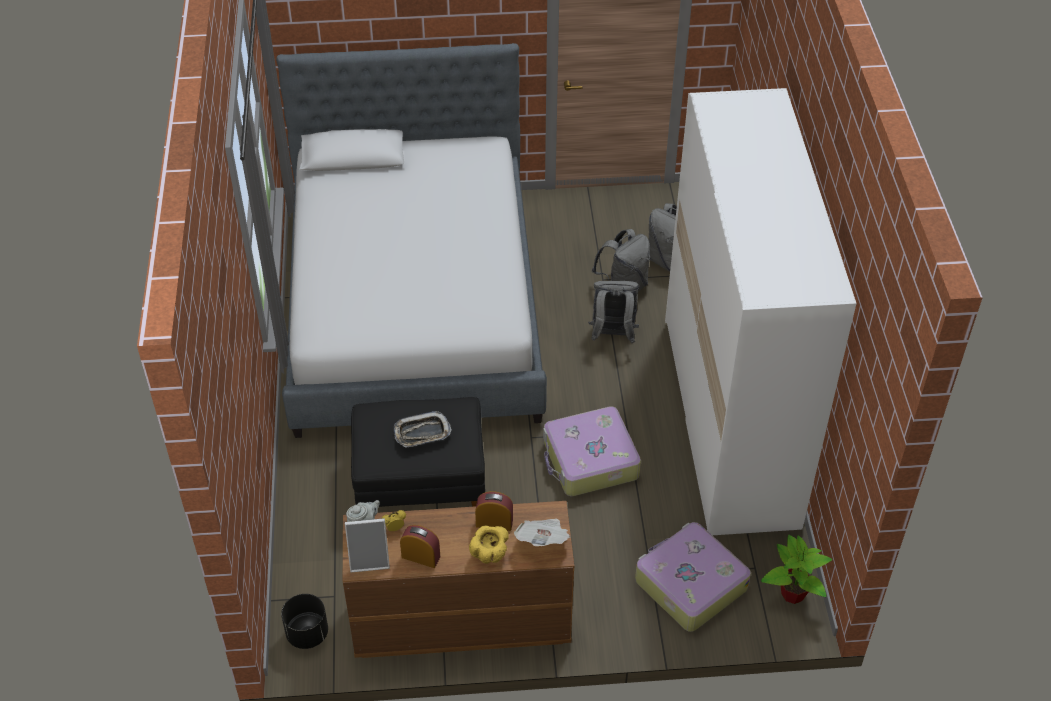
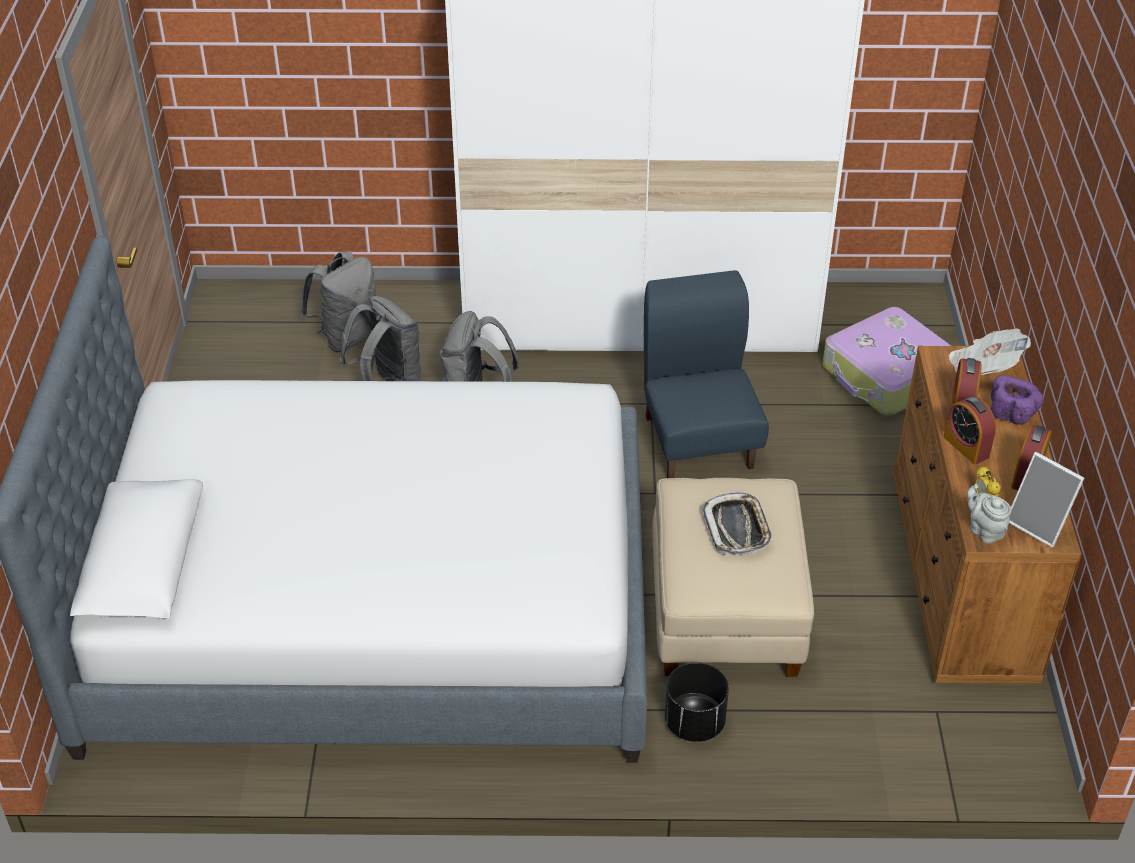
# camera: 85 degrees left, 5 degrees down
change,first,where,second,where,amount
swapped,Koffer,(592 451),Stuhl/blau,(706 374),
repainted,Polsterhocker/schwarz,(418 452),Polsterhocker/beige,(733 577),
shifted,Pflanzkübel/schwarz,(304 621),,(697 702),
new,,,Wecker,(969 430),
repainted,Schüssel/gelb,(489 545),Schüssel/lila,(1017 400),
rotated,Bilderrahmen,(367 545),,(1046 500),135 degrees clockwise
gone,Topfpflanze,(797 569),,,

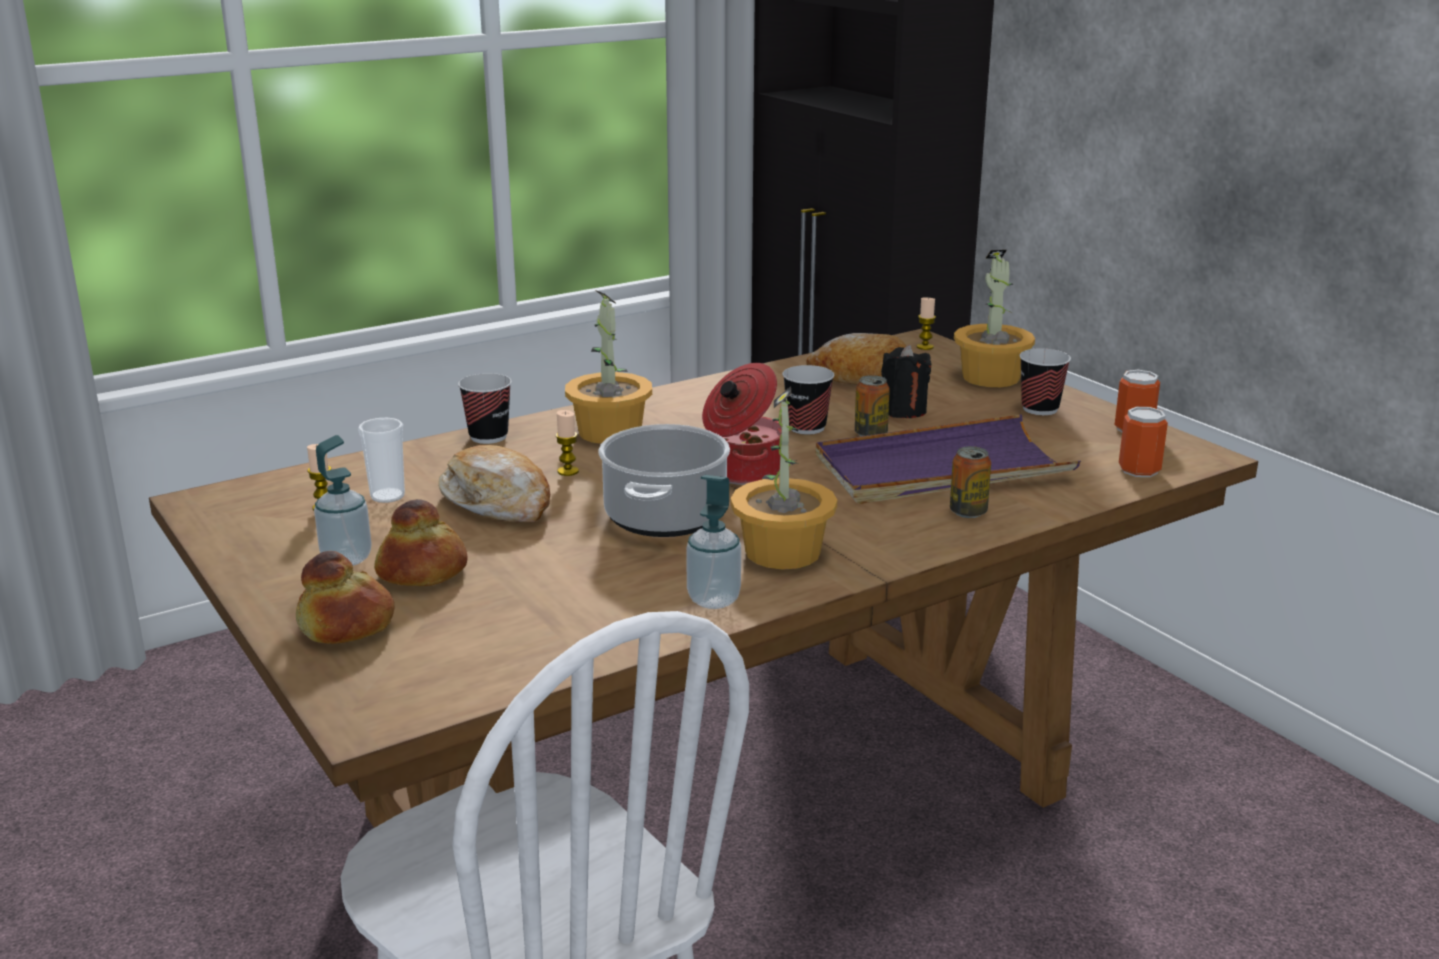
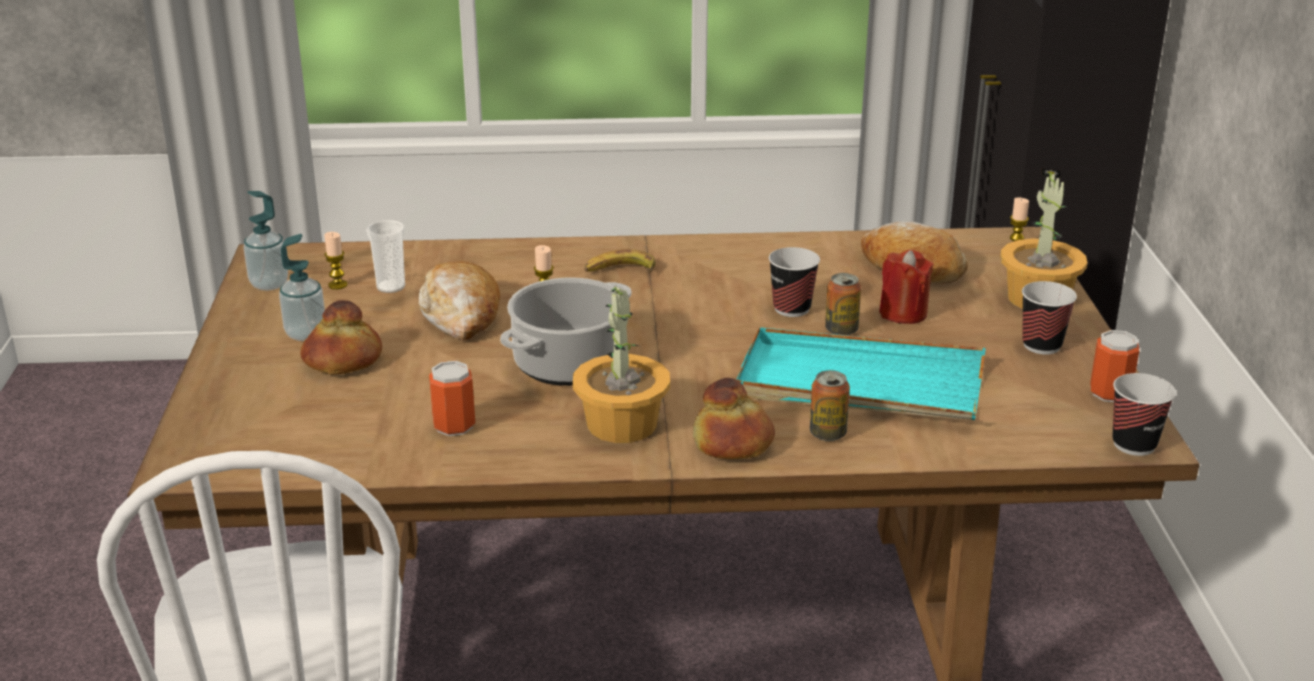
# camera: 30 degrees right, 5 degrees up
change,first,where,second,where,amount
shifted,Seifenspender,(713 542),,(266 241),
shifted,Dose,(1143 442),,(452 398),
swapped,Topfpflanze,(608 367),Banane,(620 260),
shifted,Brot,(345 597),,(734 418),
repainted,Tablett/lila,(948 459),Tablett/türkis,(861 373),
repainted,Kerze/schwarz,(906 381),Kerze/rot,(906 286),
shifted,Tasse,(485 408),,(1144 414),
gone,Kochtopf,(741 424),,,

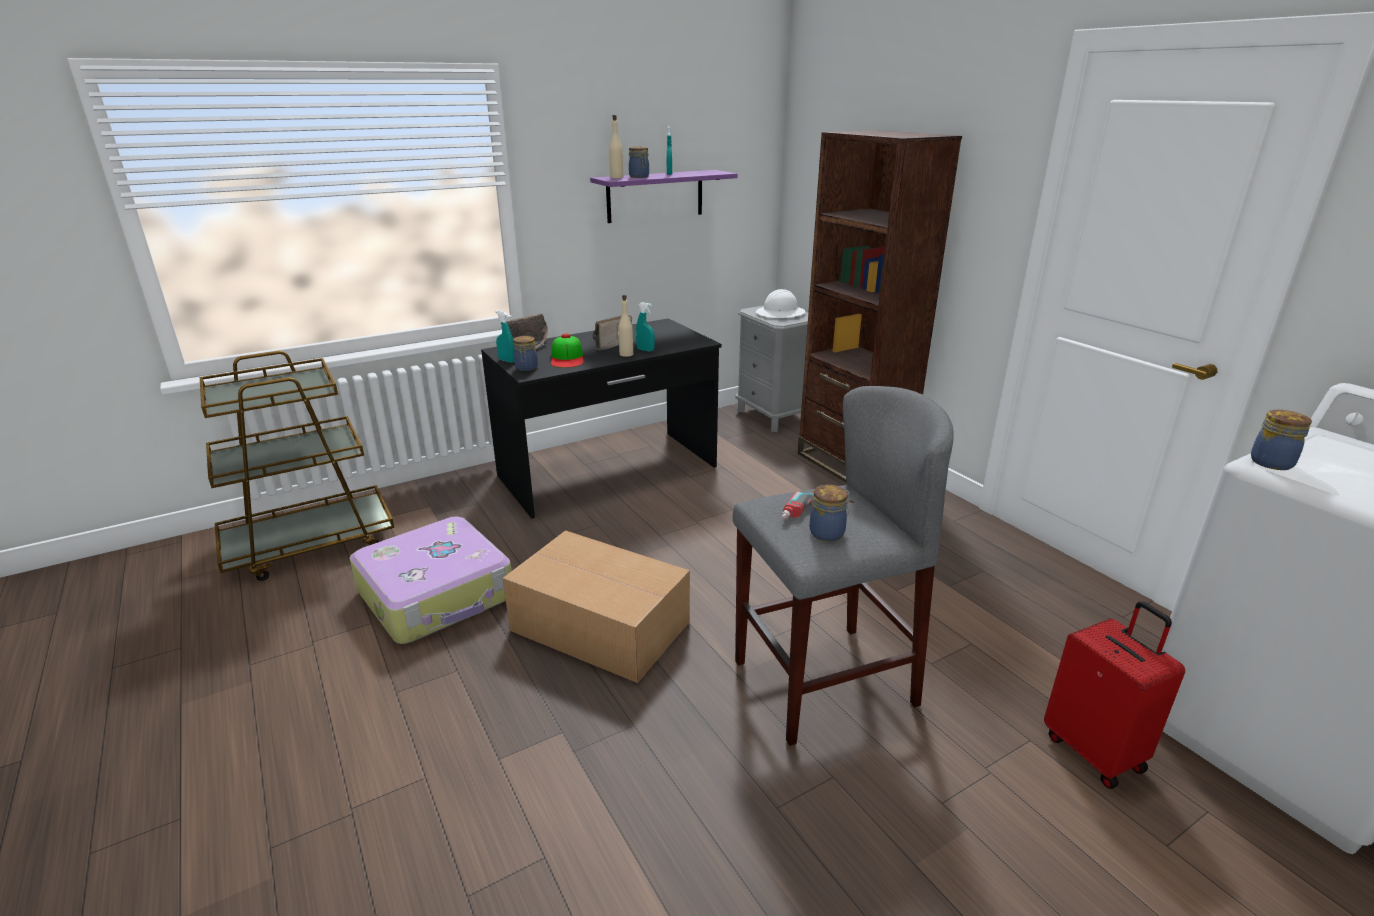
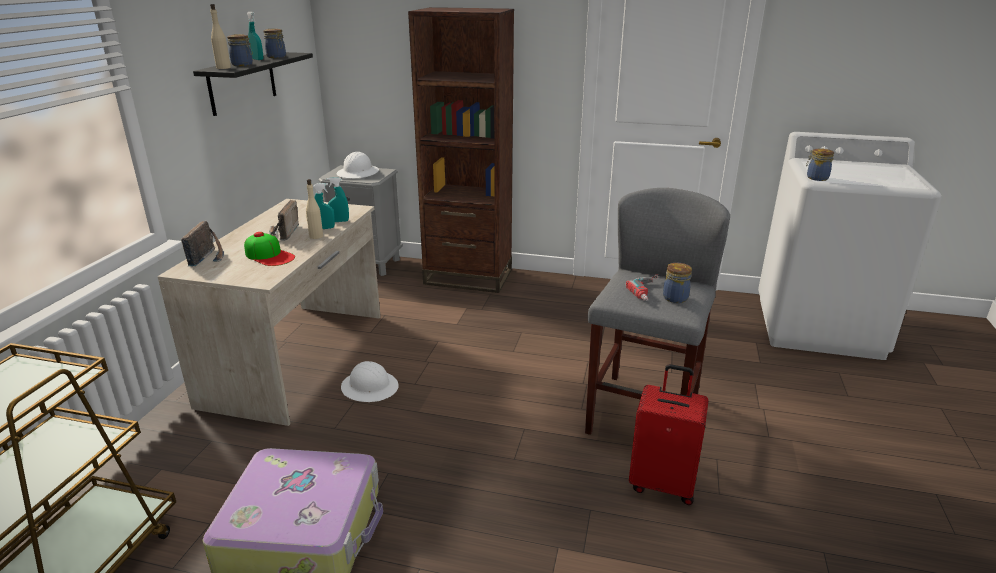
# camera: 45 degrees left, 0 degrees up
change,first,where,second,where,amount
repainted,Schreibtisch/schwarz,(601 418),Schreibtisch/beige,(269 312),
repainted,Wandregal/lila,(663 196),Wandregal/schwarz,(253 84),
shifted,Vorratsglas,(525 353),,(274 43),
shifted,Sprühflasche/türkis,(505 337),,(338 199),
new,,,Schutzhelm/weiß,(370 381),
shifted,Koffer/rot,(1114 695),,(669 434),
gone,Karton,(596 606),,,

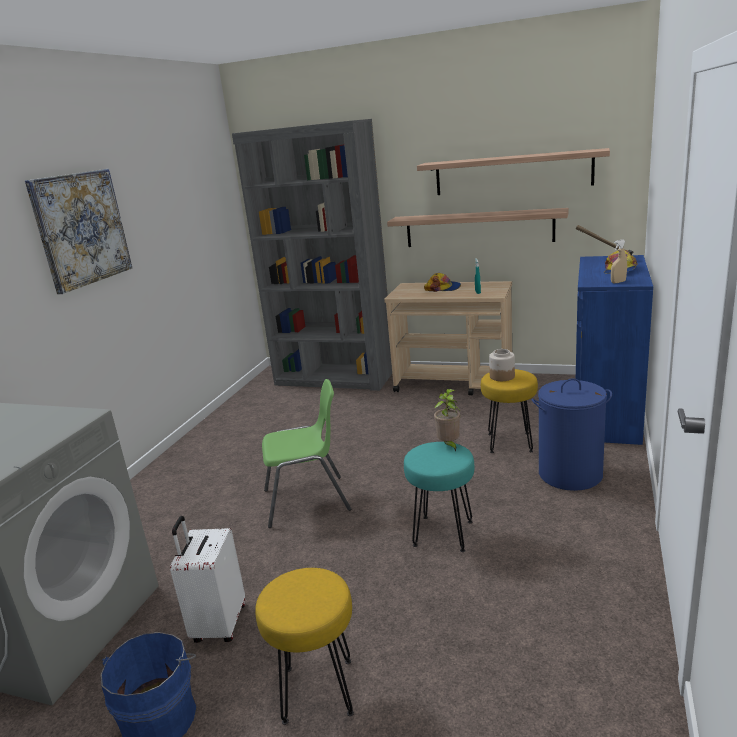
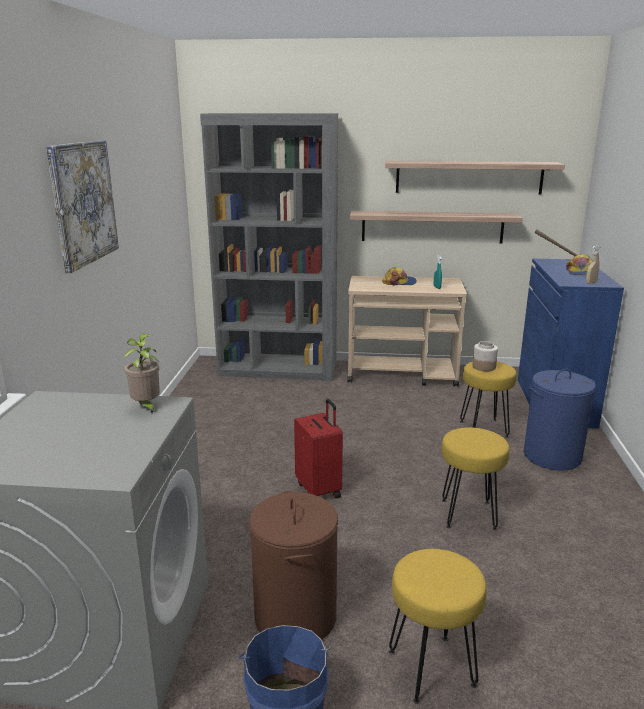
# camera: 15 degrees left, 0 degrees up
change,first,where,second,where,amount
shifted,Topfpflanze,(447 420),,(141 373),
swapped,Koffer/weiß,(207 579),Wäschekorb/braun,(293 565),
swapped,Stuhl/grün,(306 453),Koffer/rot,(318 449),
repainted,Hocker/türkis,(439 497),Hocker/gelb,(475 479),

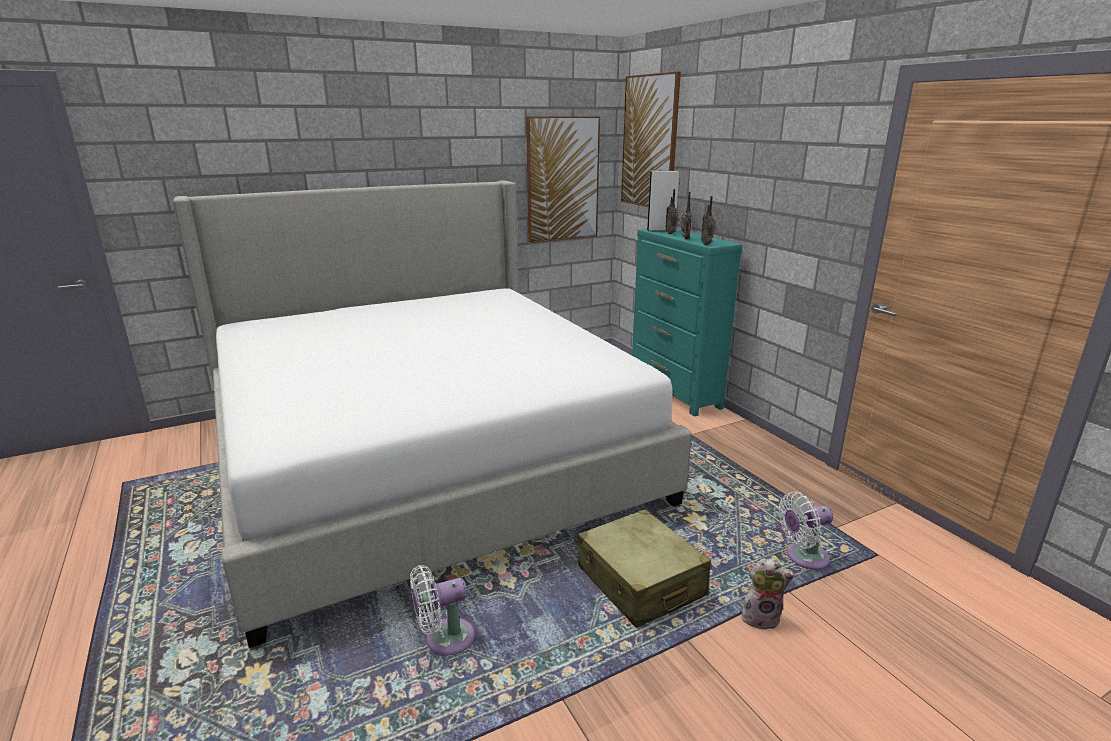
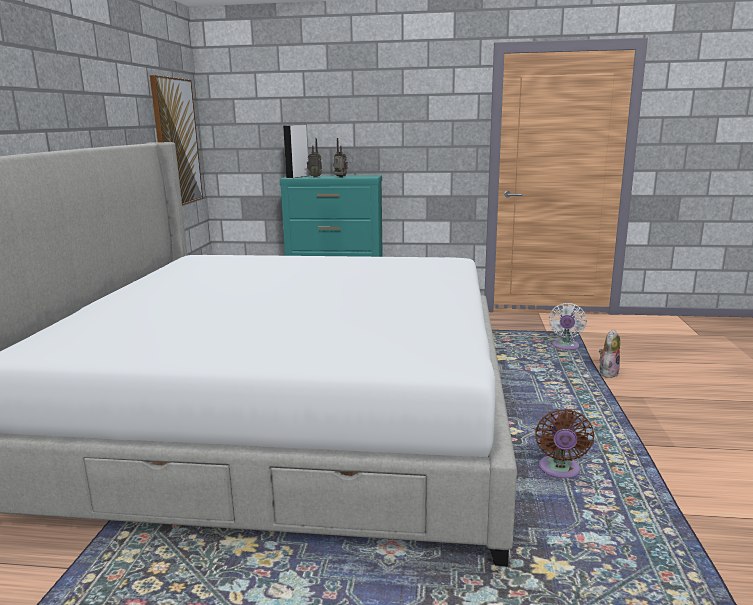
# camera: 55 degrees left, 5 degrees down
change,first,where,second,where,amount
repainted,Ventilator/weiß,(442 610),Ventilator/braun,(564 443),
gone,Koffer/beige,(644 568),,,
gone,Bild,(651 139),,,
gone,Radio,(708 220),,,

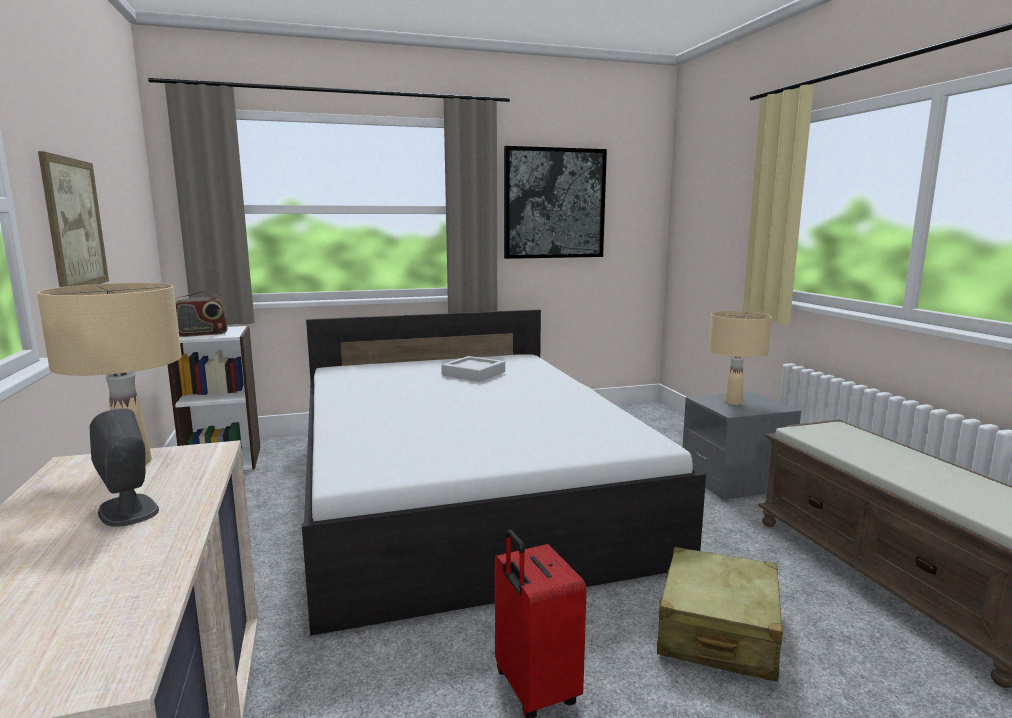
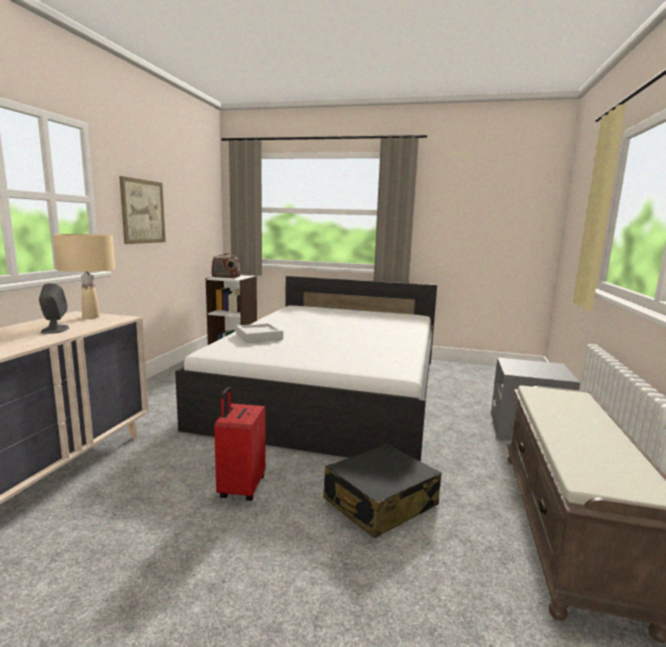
# camera: 30 degrees right, 0 degrees up
change,first,where,second,where,amount
shifted,Tablett/grau,(473 369),,(259 333),
repainted,Koffer/beige,(720 614),Koffer/schwarz,(382 491),
gone,Bild,(555 202),,,
gone,Tischlampe/beige,(740 358),,,

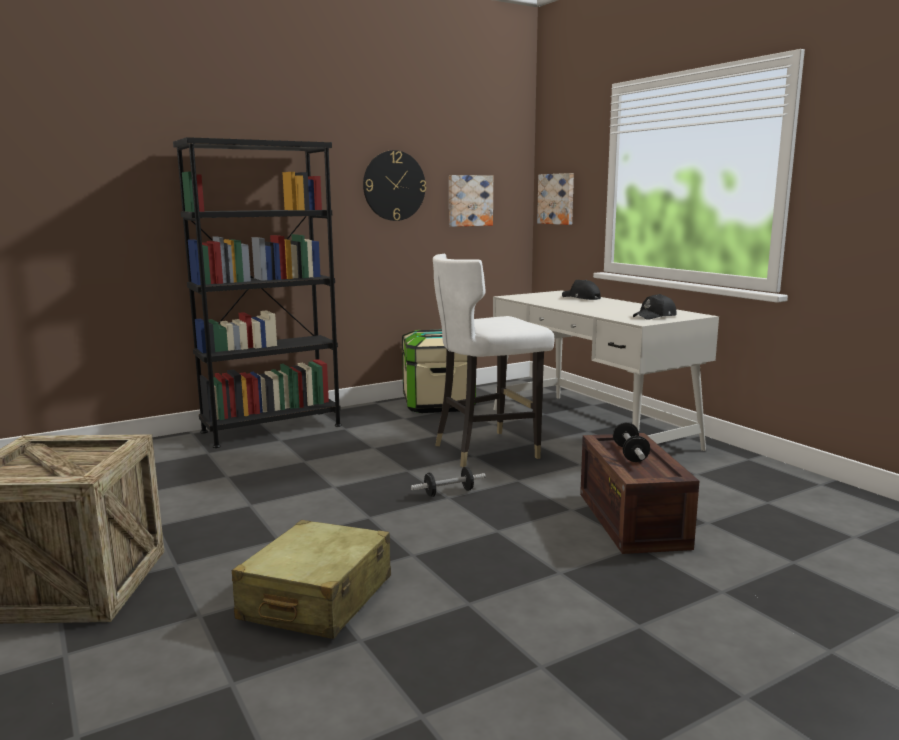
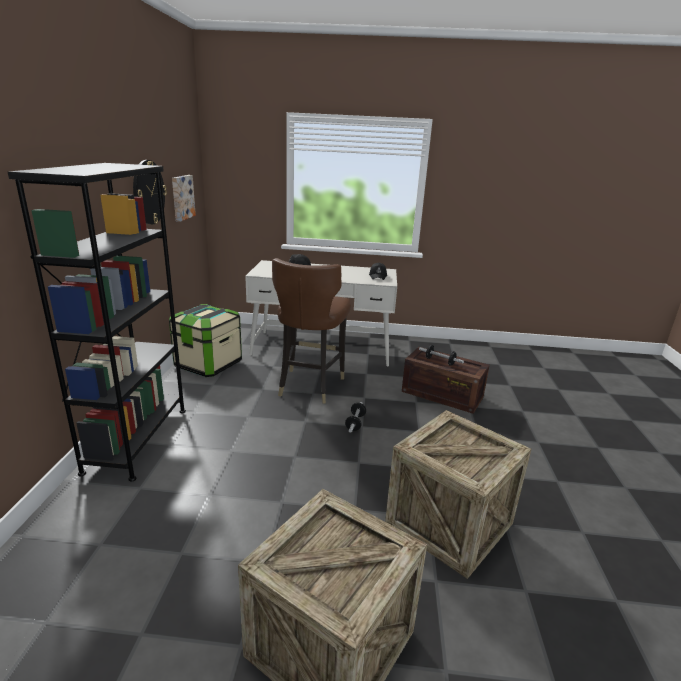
# camera: 55 degrees left, 10 degrees up
change,first,where,second,where,amount
repainted,Stuhl/weiß,(493 360),Stuhl/braun,(311 331),
swapped,Koffer/beige,(311 579),Kiste,(458 494),
gone,Bild,(555 199),,,

